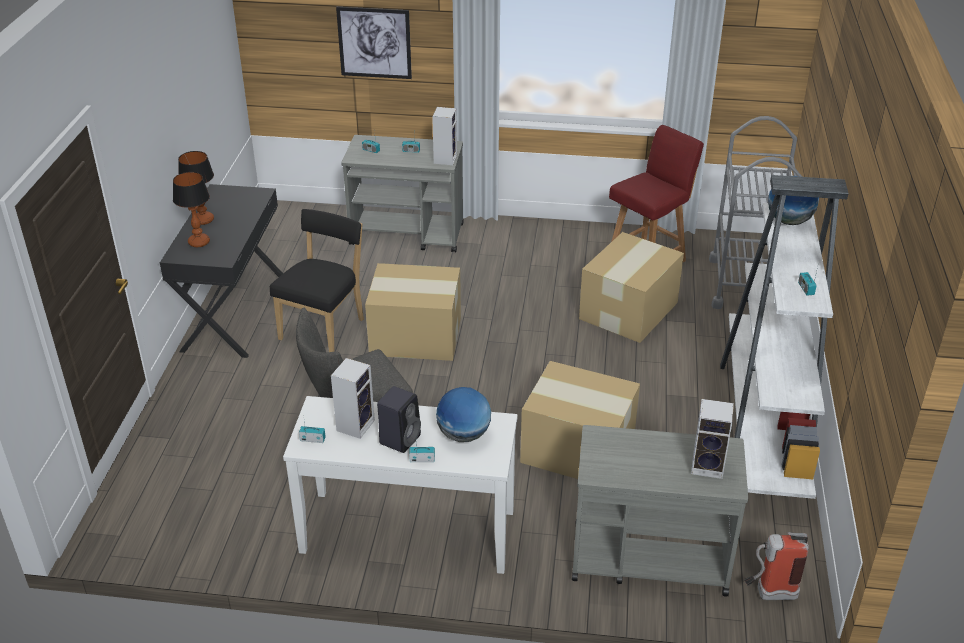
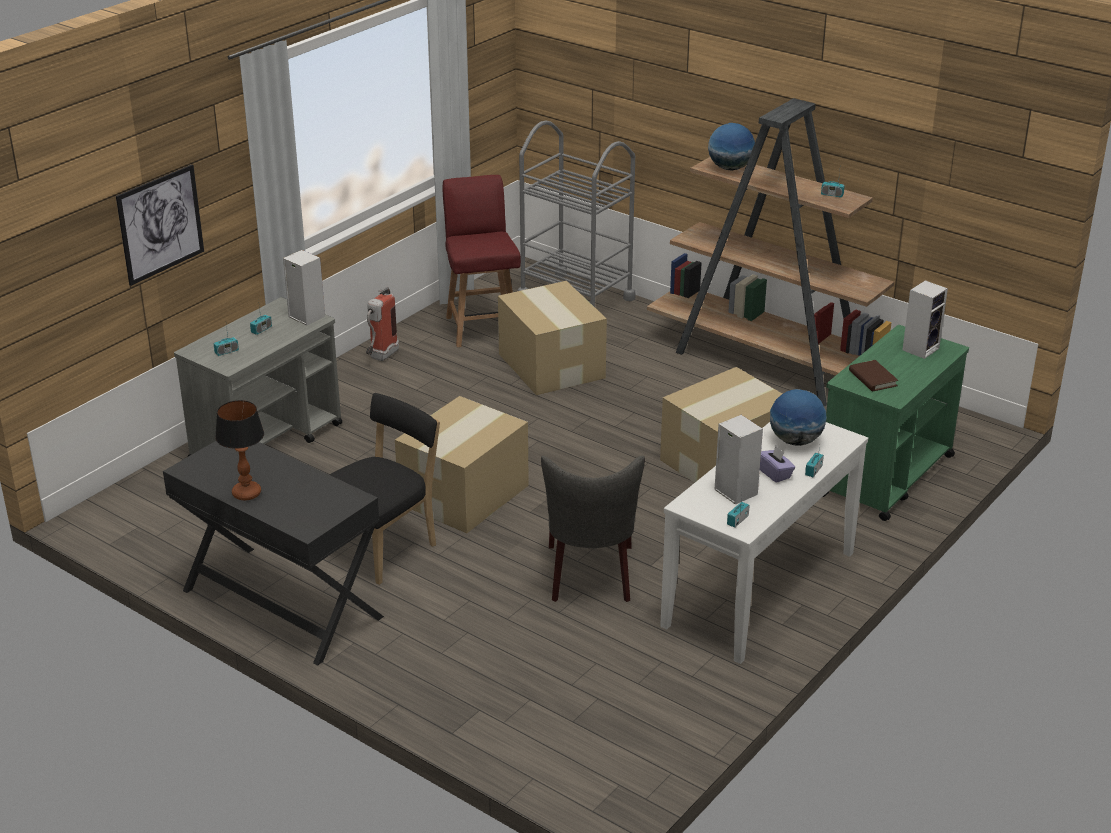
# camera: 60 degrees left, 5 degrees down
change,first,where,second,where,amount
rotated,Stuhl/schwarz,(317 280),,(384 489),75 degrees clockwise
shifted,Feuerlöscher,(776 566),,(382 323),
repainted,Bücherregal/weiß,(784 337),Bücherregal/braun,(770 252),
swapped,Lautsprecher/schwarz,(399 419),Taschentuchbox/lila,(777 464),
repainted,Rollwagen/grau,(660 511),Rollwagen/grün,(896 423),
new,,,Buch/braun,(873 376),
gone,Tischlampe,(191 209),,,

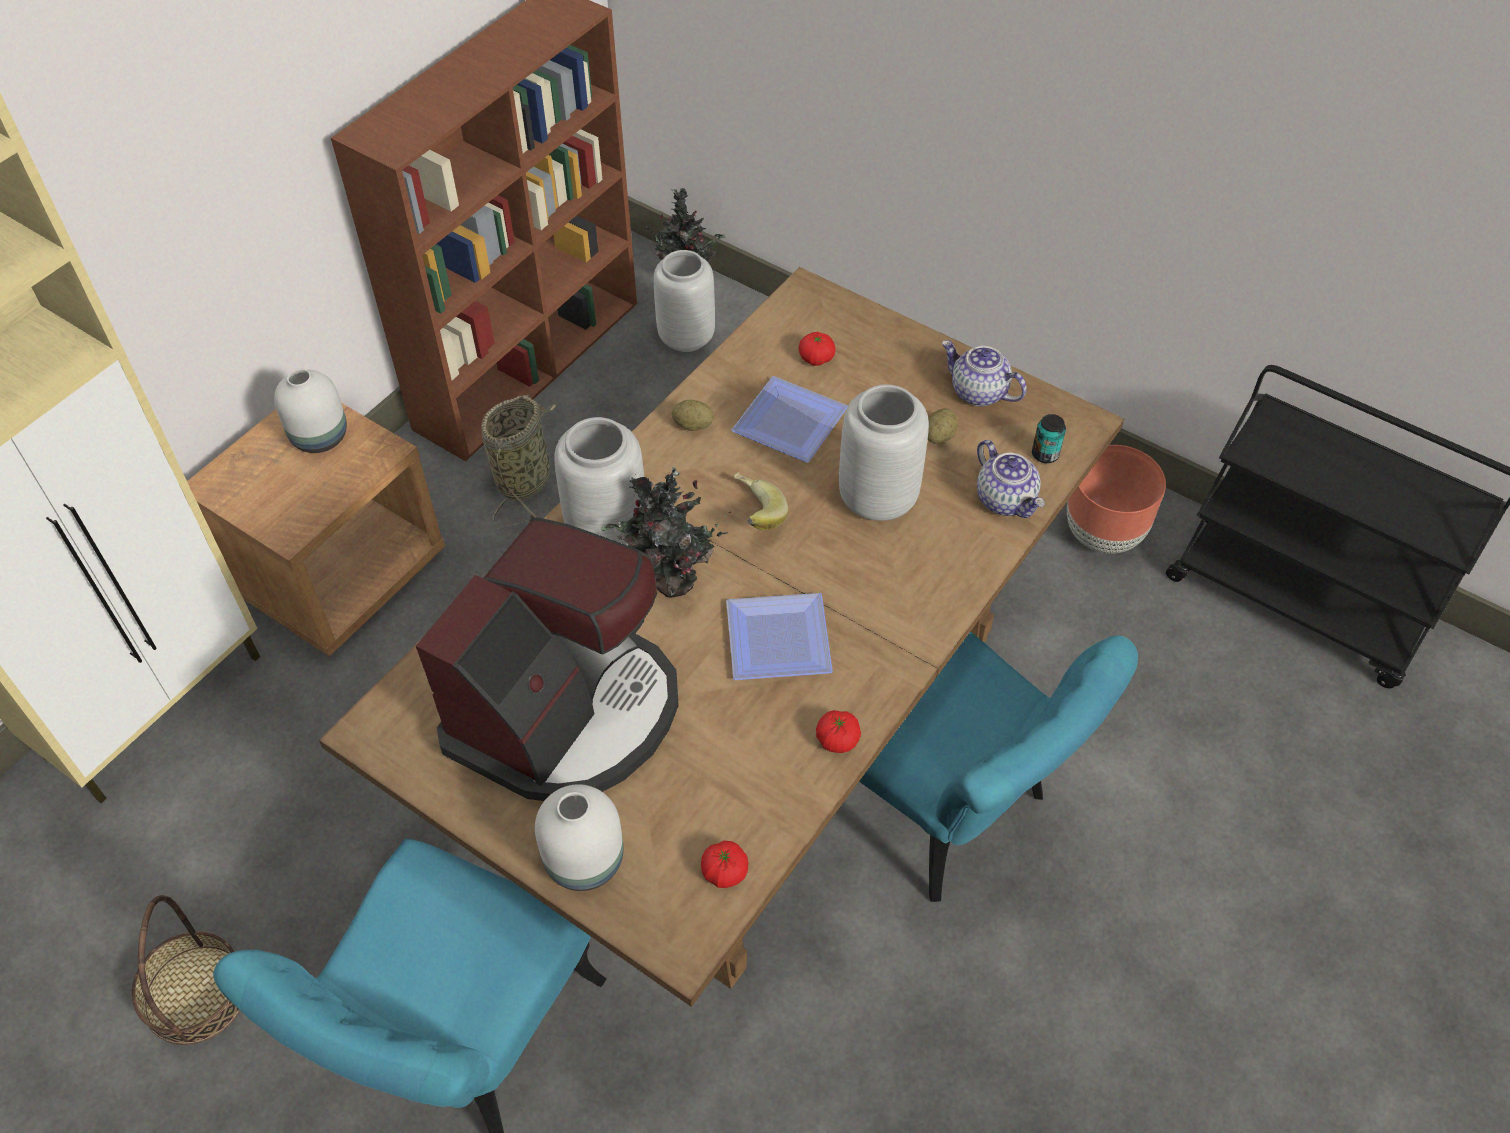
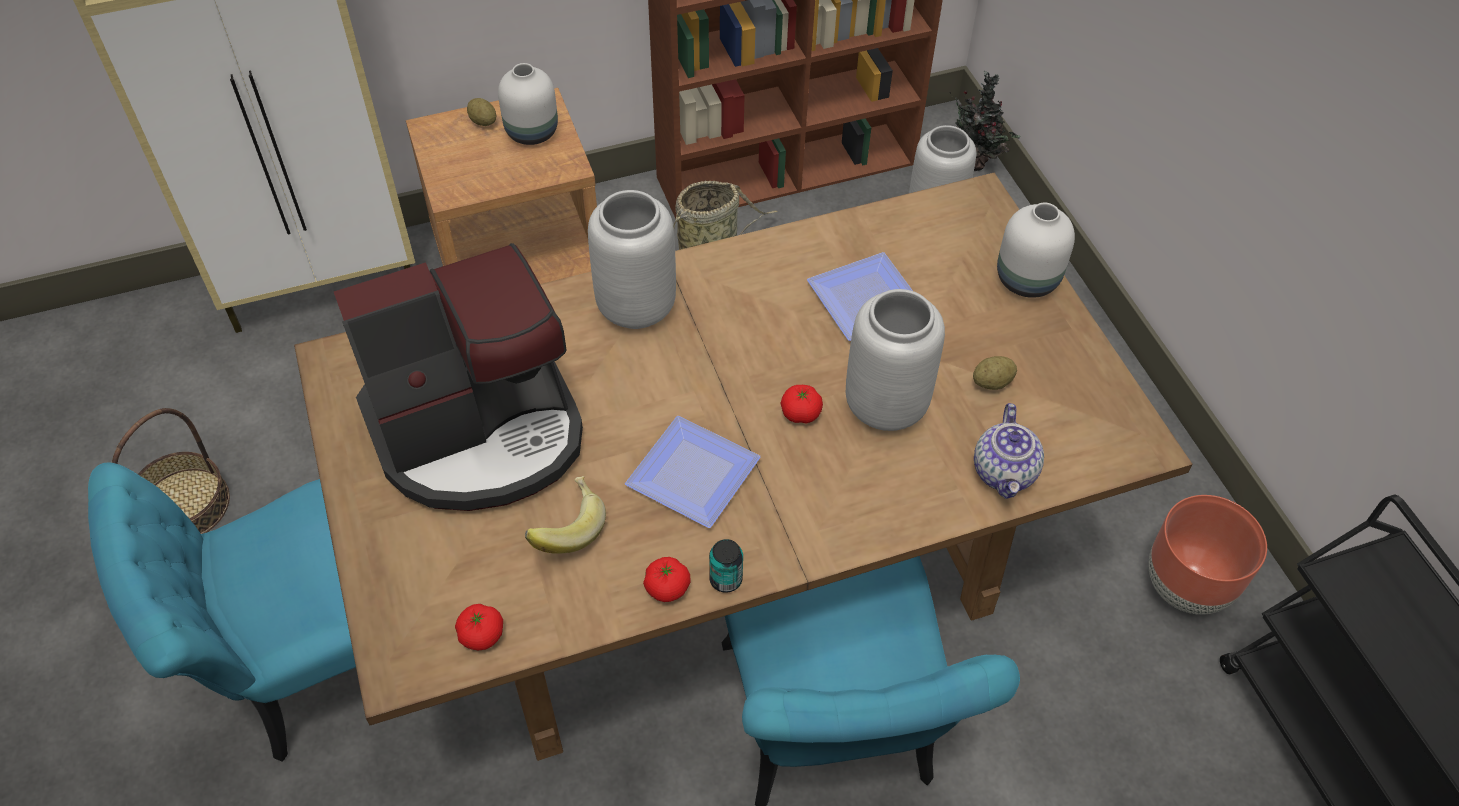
# camera: 35 degrees right, 0 degrees up
change,first,where,second,where,amount
shifted,Kartoffel,(693 415),,(481 112),
shifted,Banane,(761 501),,(565 514),
shifted,Dose,(1049 438),,(726 566),
shifted,Tomate,(817 349),,(802 404),
shifted,Vase/weiß,(579 837),,(1036 250),
gone,Topfpflanze,(666 532),,,
gone,Teekanne,(984 373),,,

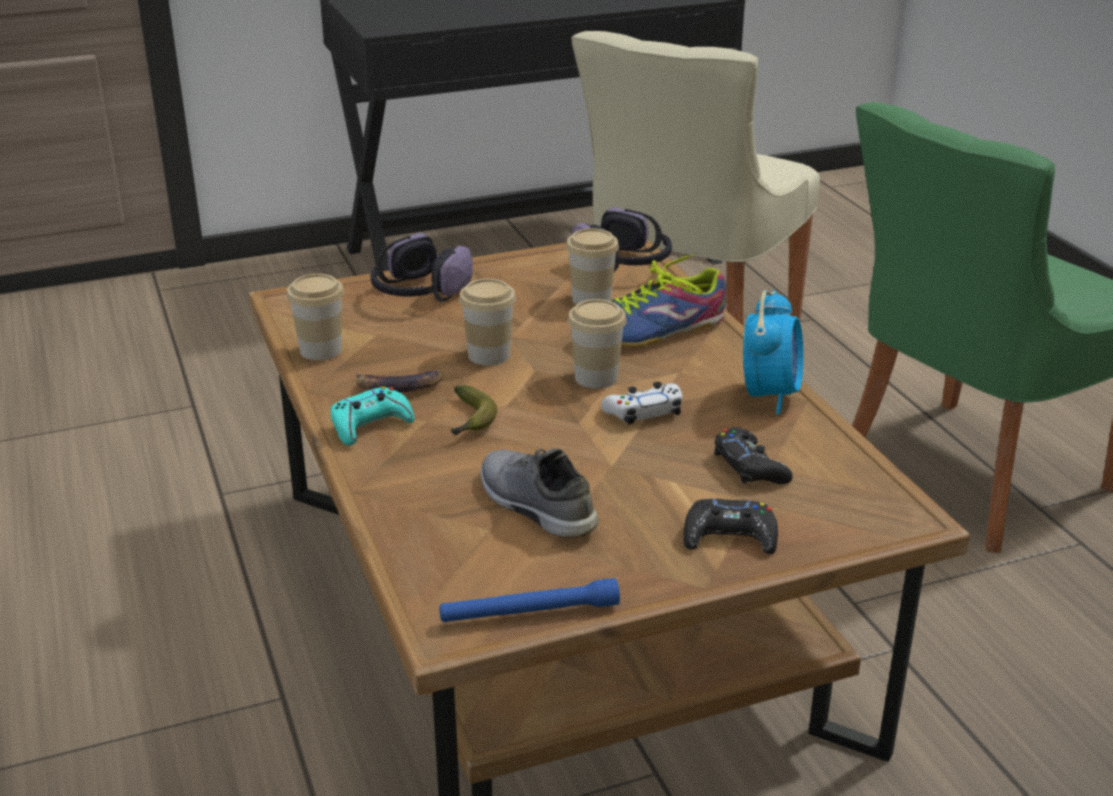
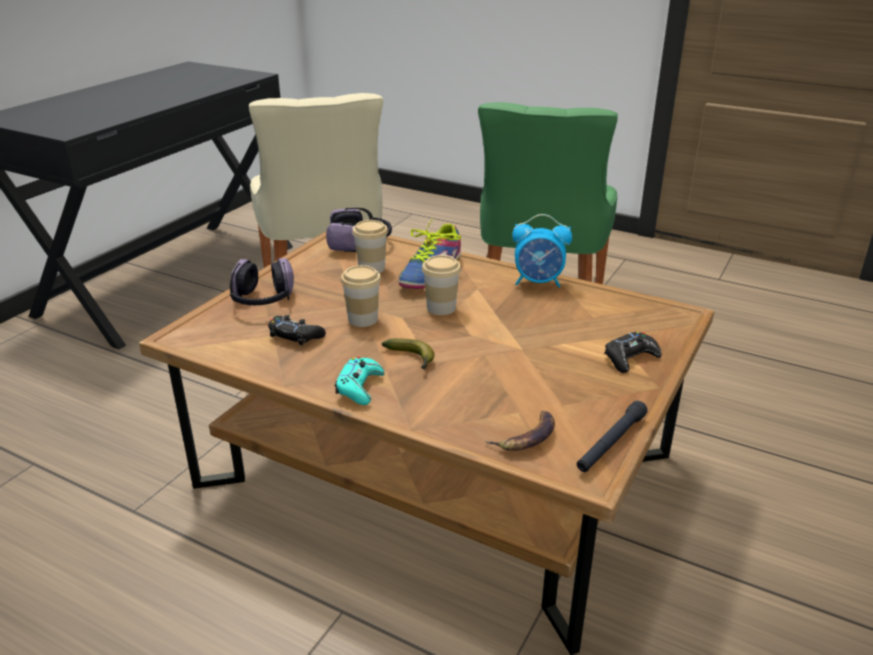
# camera: 40 degrees left, 0 degrees up
change,first,where,second,where,amount
shifted,Gamepad/schwarz,(753 455),,(297 330),
shifted,Banane,(399 381),,(520 431),
rotated,Wecker,(773 352),,(542 251),120 degrees clockwise
repainted,Taschenlampe/blau,(529 600),Taschenlampe/schwarz,(612 436),
gone,Tasse,(315 317),,,
gone,Schuh/grau,(540 493),,,
gone,Gamepad/weiß,(642 403),,,

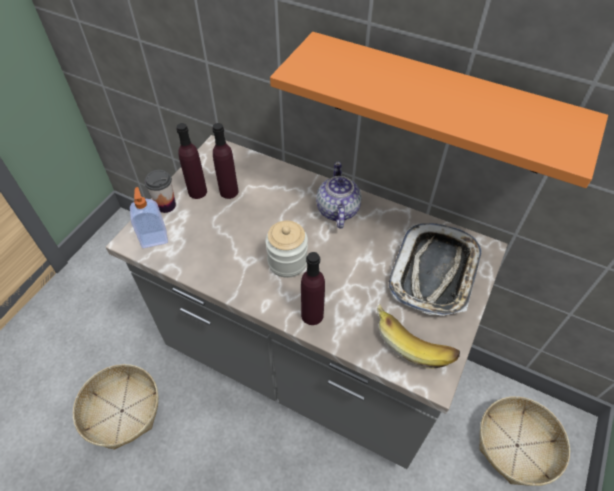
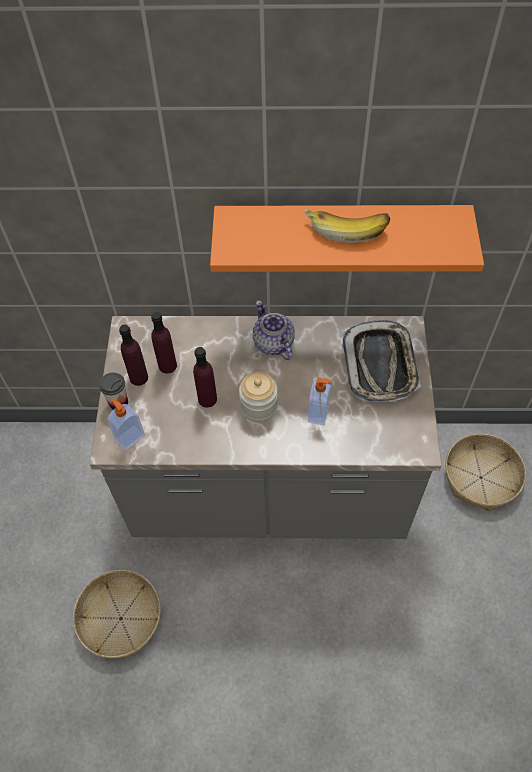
# camera: 25 degrees left, 5 degrees up
change,first,where,second,where,amount
shifted,Flasche/lila,(313 288),,(205 377),
shifted,Banane,(418 337),,(347 225),
new,,,Seifenspender,(320 402),

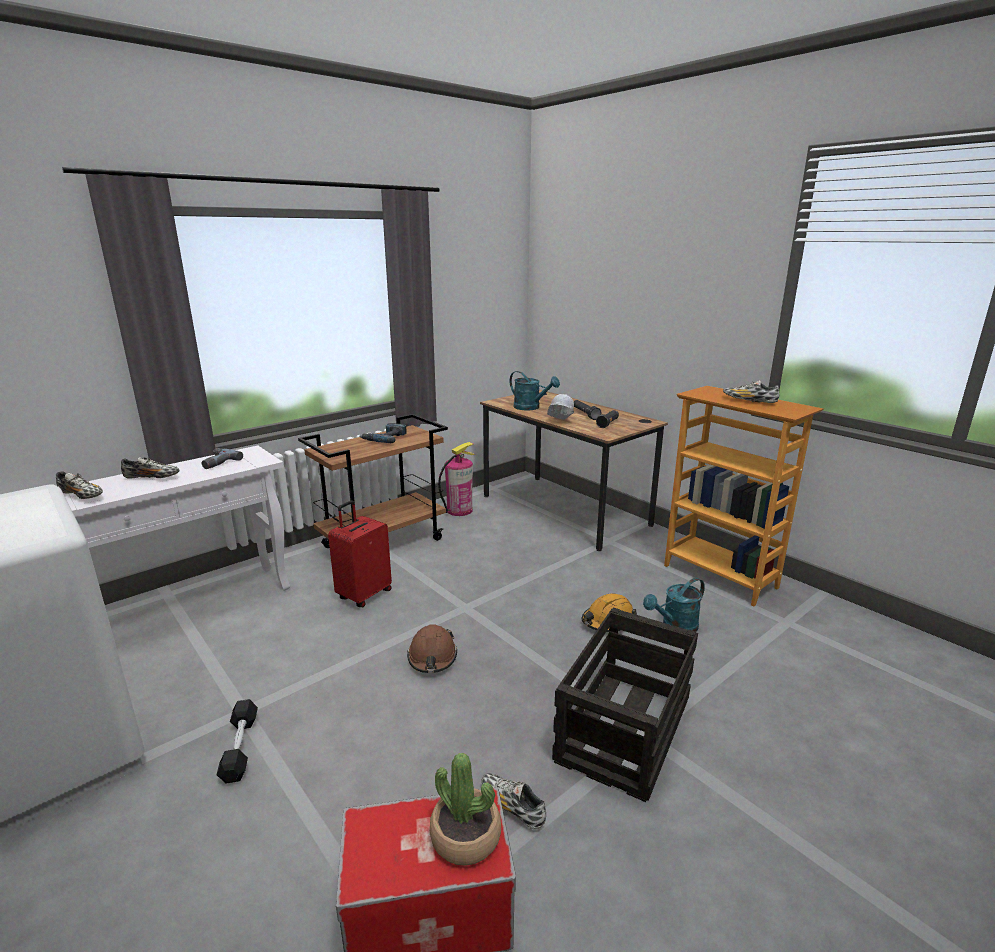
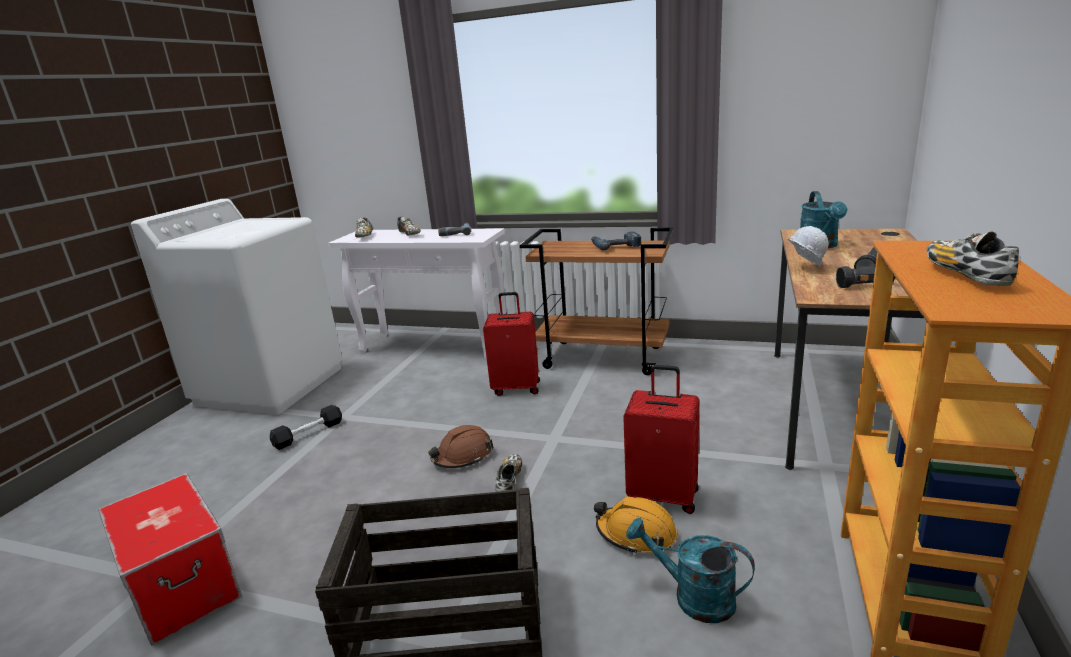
# camera: 60 degrees right, 0 degrees up
change,first,where,second,where,amount
shifted,Schuh,(513 801),,(508 473),
new,,,Koffer/rot,(661 439),
gone,Topfpflanze,(465 809),,,
gone,Feuerlöscher,(456 479),,,

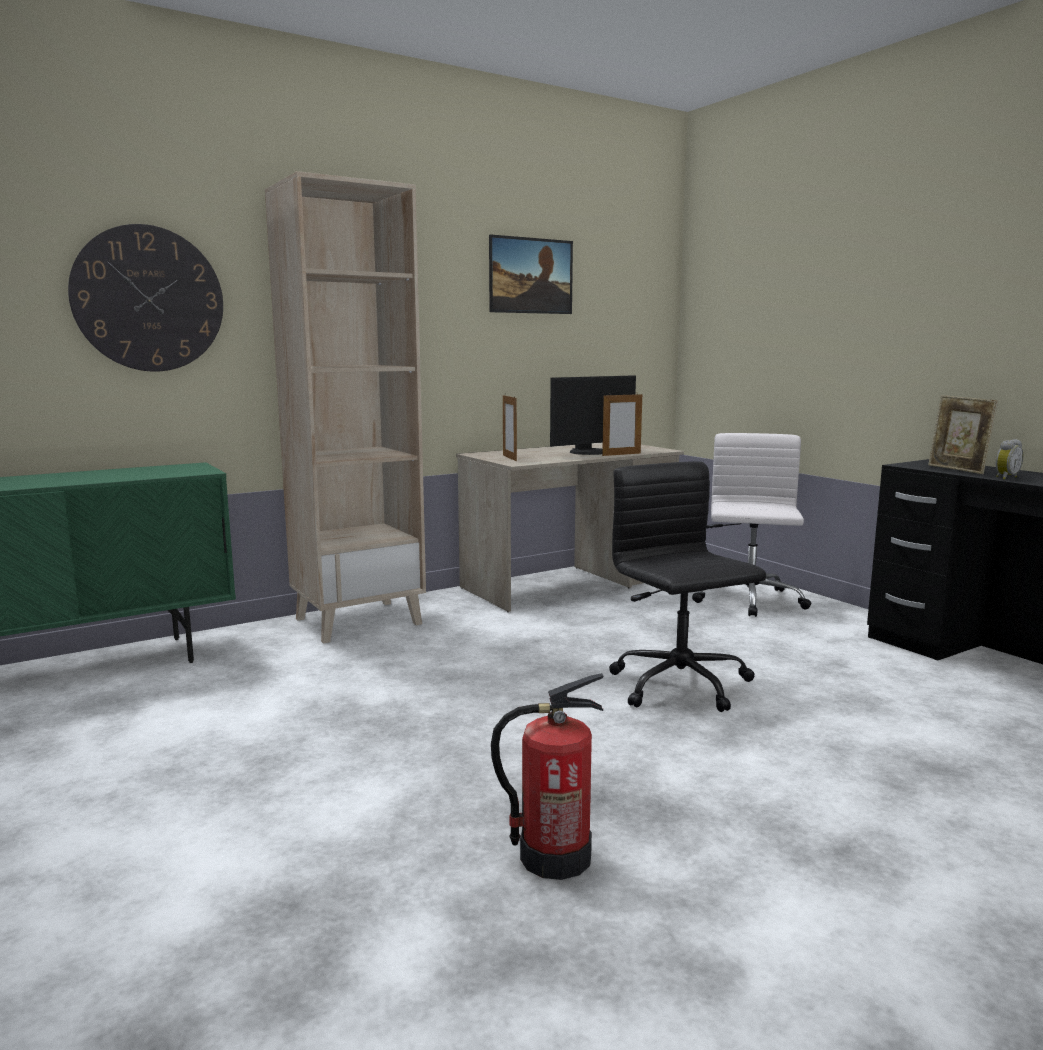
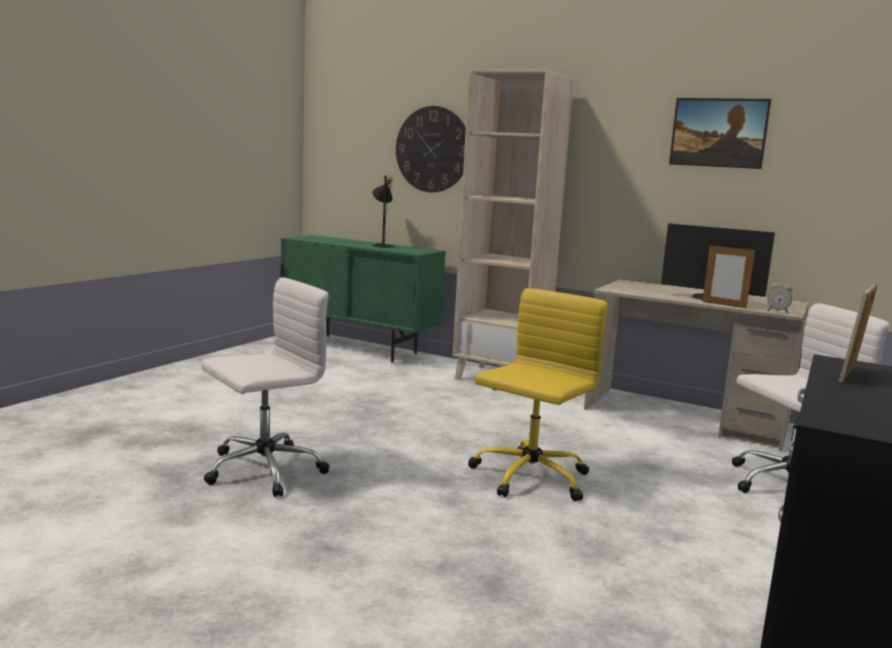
# camera: 60 degrees right, 0 degrees up
change,first,where,second,where,amount
swapped,Feuerlöscher,(547 776),Bürostuhl/weiß,(265 387),
new,,,Tischlampe/schwarz,(383 211),
repainted,Bürostuhl/schwarz,(687 586),Bürostuhl/gelb,(537 394),
shifted,Wecker,(1009 459),,(780 298),
gone,Bilderrahmen,(510 428),,,

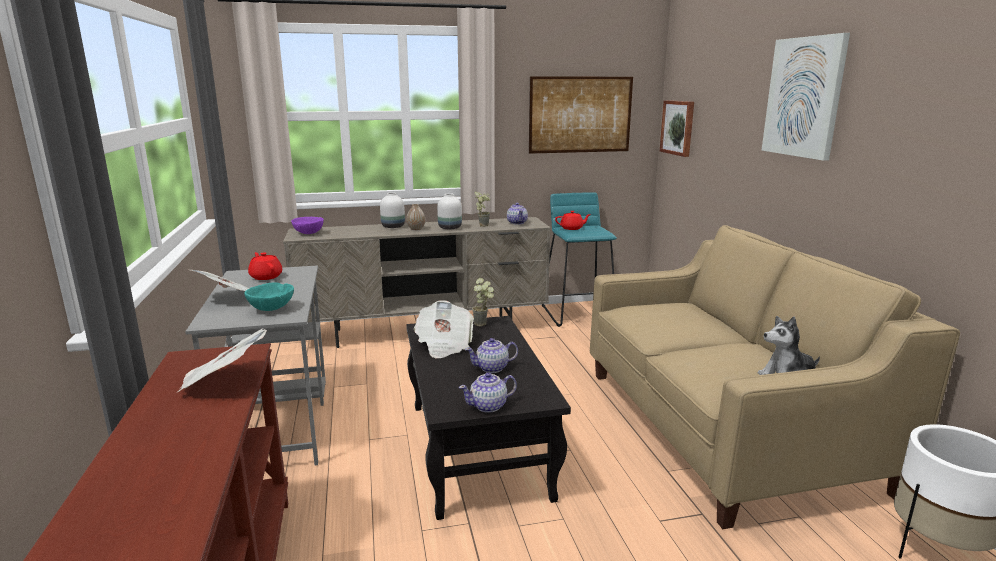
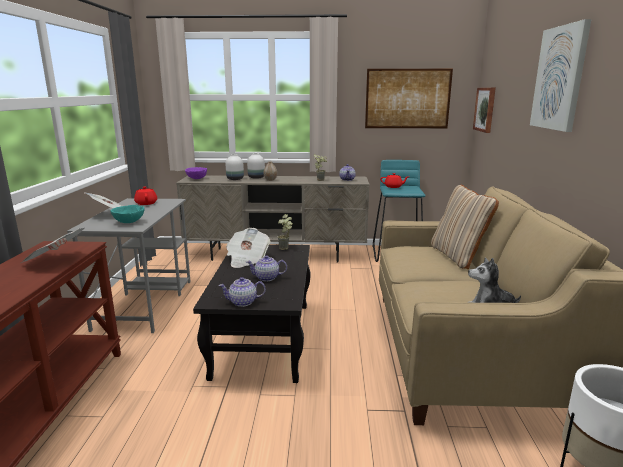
# camera: 15 degrees right, 0 degrees up
change,first,where,second,where,amount
shifted,Vase/weiß,(449 211),,(234 167),
new,,,Kissen/beige,(465 227),

